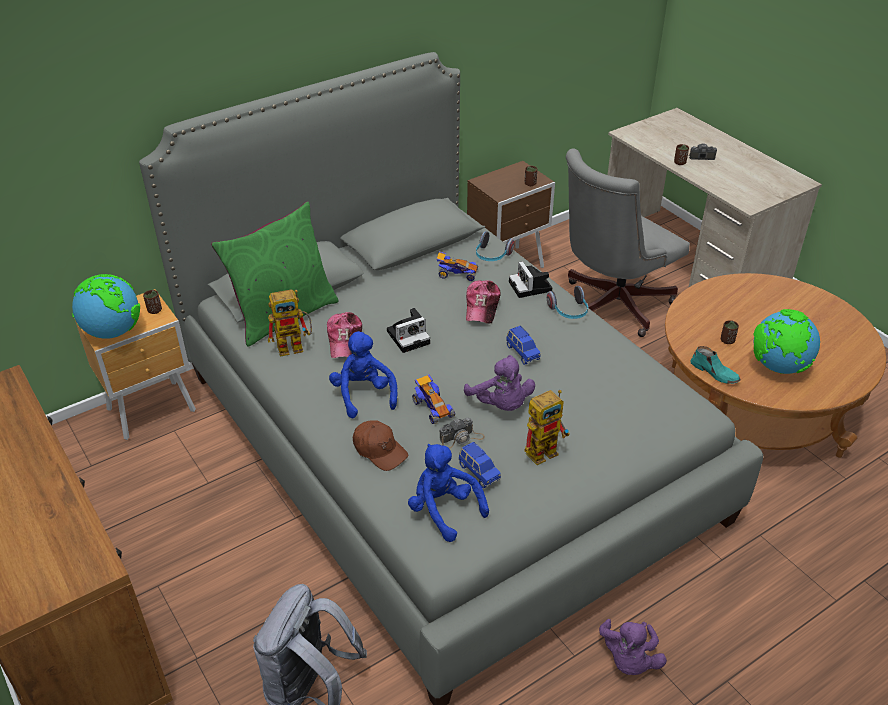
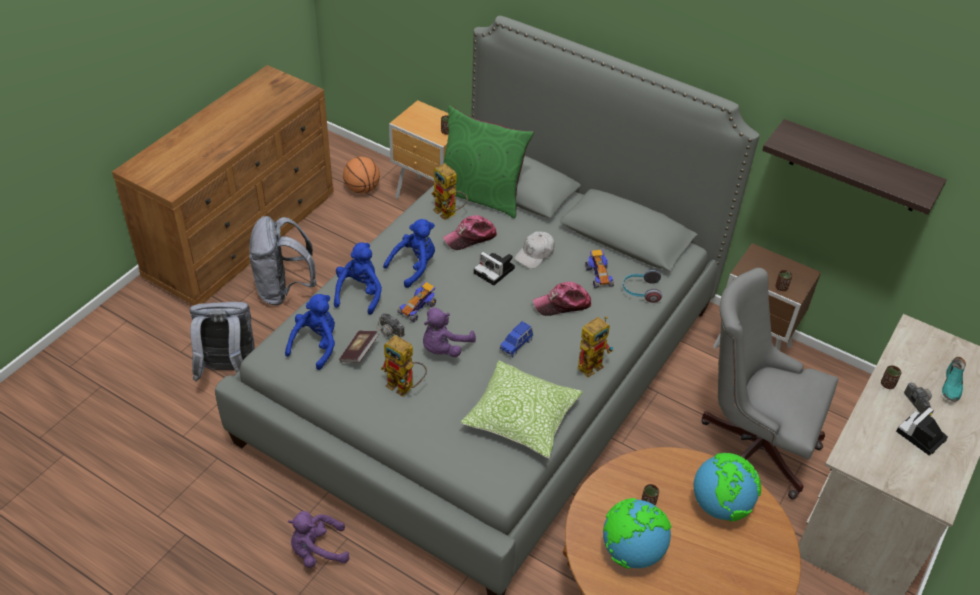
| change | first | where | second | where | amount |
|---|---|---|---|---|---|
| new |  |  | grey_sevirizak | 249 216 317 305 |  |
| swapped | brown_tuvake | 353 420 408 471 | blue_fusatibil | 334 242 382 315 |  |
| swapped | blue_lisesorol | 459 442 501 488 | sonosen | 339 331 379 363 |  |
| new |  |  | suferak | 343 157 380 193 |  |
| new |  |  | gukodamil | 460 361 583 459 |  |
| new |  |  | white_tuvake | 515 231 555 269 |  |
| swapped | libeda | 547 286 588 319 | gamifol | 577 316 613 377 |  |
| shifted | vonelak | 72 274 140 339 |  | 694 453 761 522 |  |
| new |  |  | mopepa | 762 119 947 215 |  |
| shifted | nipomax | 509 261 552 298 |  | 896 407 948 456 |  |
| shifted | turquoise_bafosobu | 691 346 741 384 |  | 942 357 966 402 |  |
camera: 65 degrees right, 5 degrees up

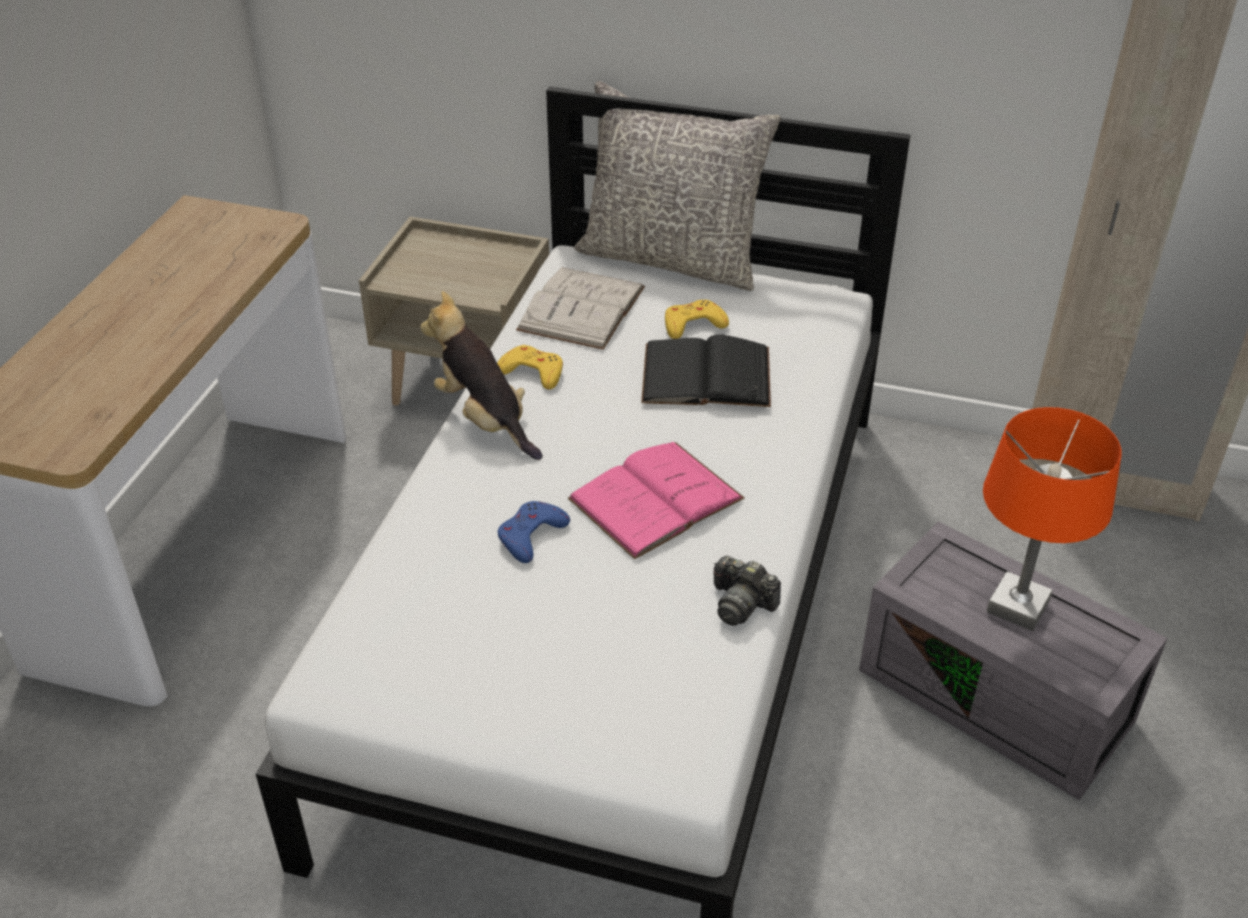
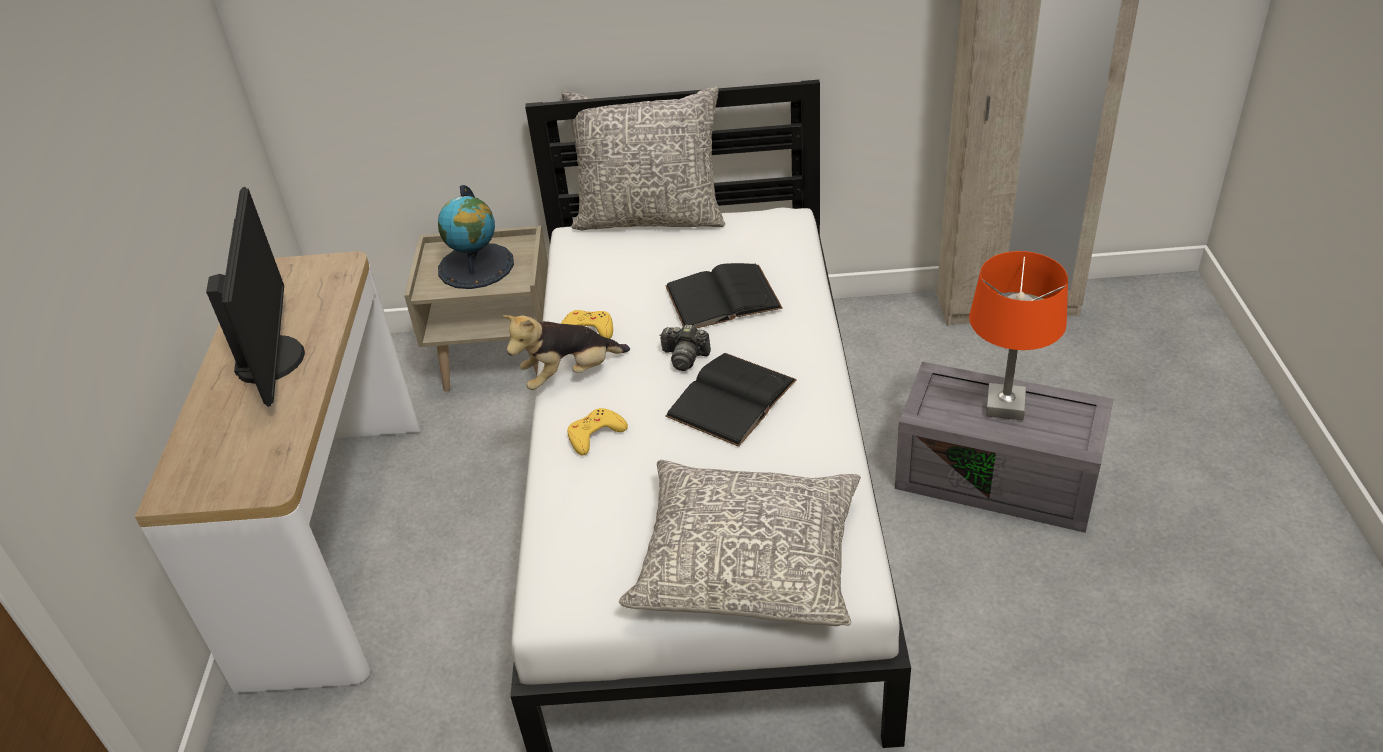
| change | first | where | second | where | amount |
|---|---|---|---|---|---|
| new |  |  | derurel | 206 187 305 407 |  |
| new |  |  | vonelak | 438 185 514 289 |  |
| rotated | fusatibil | 420 291 542 460 |  | 503 315 630 390 | 60 degrees counterclockwise |
| shifted | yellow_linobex | 665 300 729 339 |  | 567 408 628 455 |  |
| new |  |  | grey_gukodamil | 619 460 861 626 |  |
| shifted | nipomax | 713 556 781 626 |  | 659 324 711 371 |  |
| repainted | pink_sonosen | 568 442 745 560 | black_sonosen | 665 353 797 447 |  |
| gone | blue_linobex | 497 501 570 563 |  |  |  |
| gone | white_sonosen | 516 267 645 350 |  |  |  |
camera: 15 degrees left, 0 degrees up

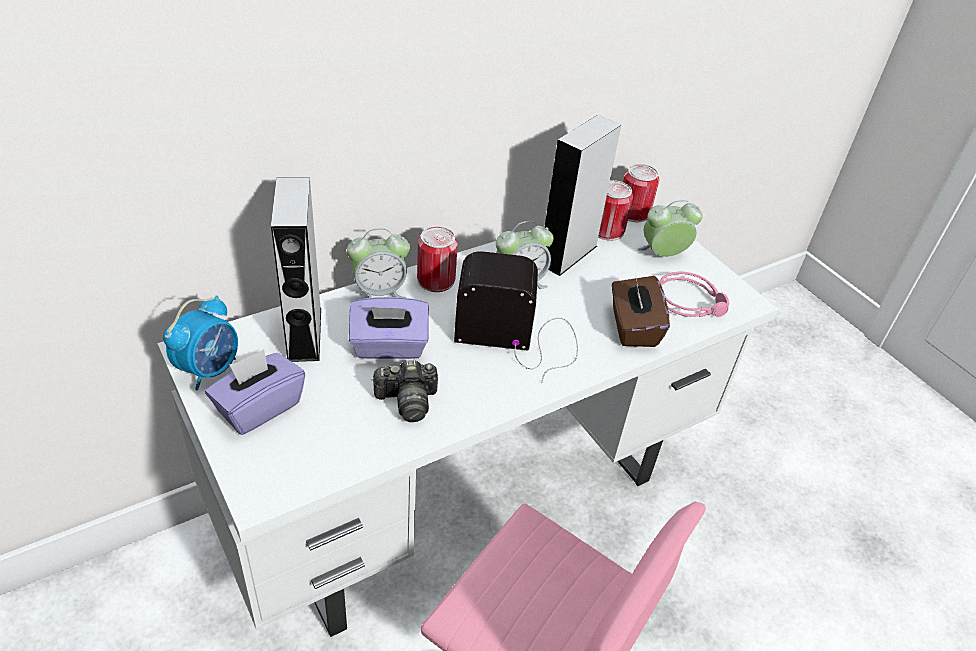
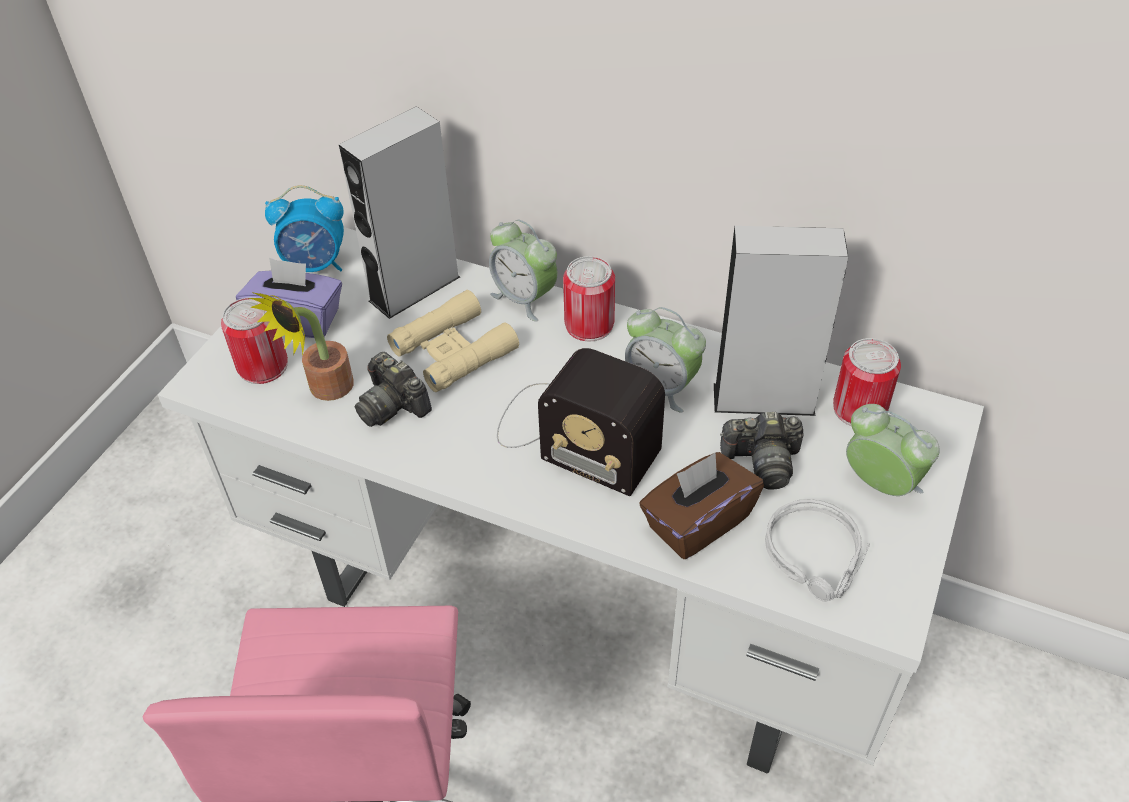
| change | first | where | second | where | amount |
|---|---|---|---|---|---|
| shifted | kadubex | 623 164 659 222 |  | 221 297 288 384 |  |
| new |  |  | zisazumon | 250 292 354 401 |  |
| swapped | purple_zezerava | 349 297 429 359 | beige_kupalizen | 387 290 519 392 |  |
| rotated | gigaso | 454 251 578 383 |  | 497 348 665 496 | 150 degrees clockwise |
| new |  |  | nipomax | 720 412 804 489 |  |
| repainted | pink_libeda | 659 271 729 317 | grey_libeda | 765 499 870 602 |  |
camera: 60 degrees right, 5 degrees up

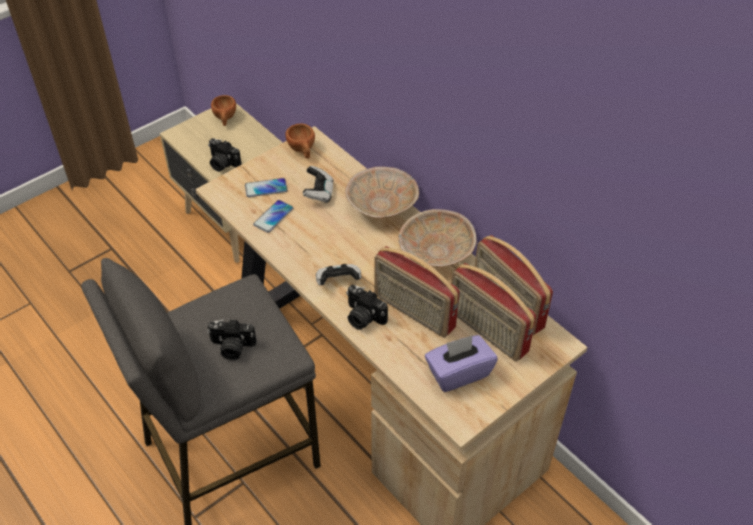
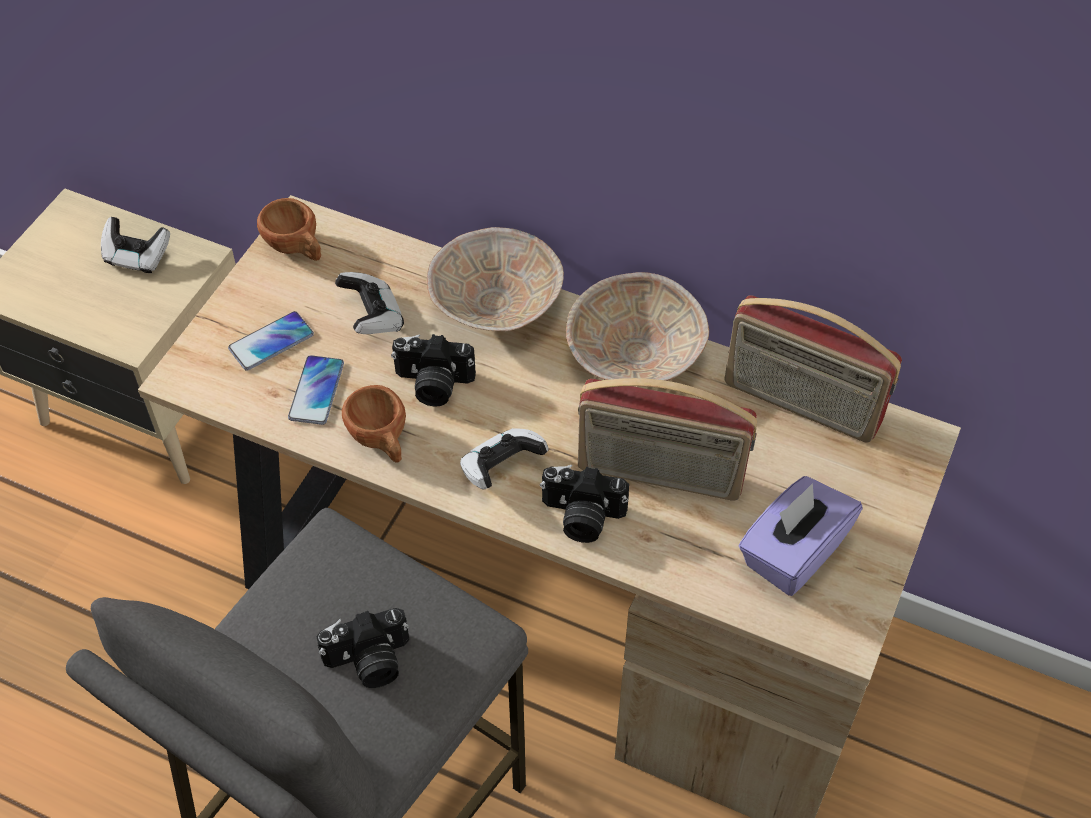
| change | first | where | second | where | amount |
|---|---|---|---|---|---|
| new |  |  | linobex | 101 217 170 273 |  |
| shifted | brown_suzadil | 211 95 236 126 |  | 342 385 406 462 |  |
| shifted | nipomax | 208 138 242 172 |  | 391 334 476 407 |  |
| gone | gigaso | 451 263 536 361 |  |  |  |
camera: 25 degrees left, 5 degrees up

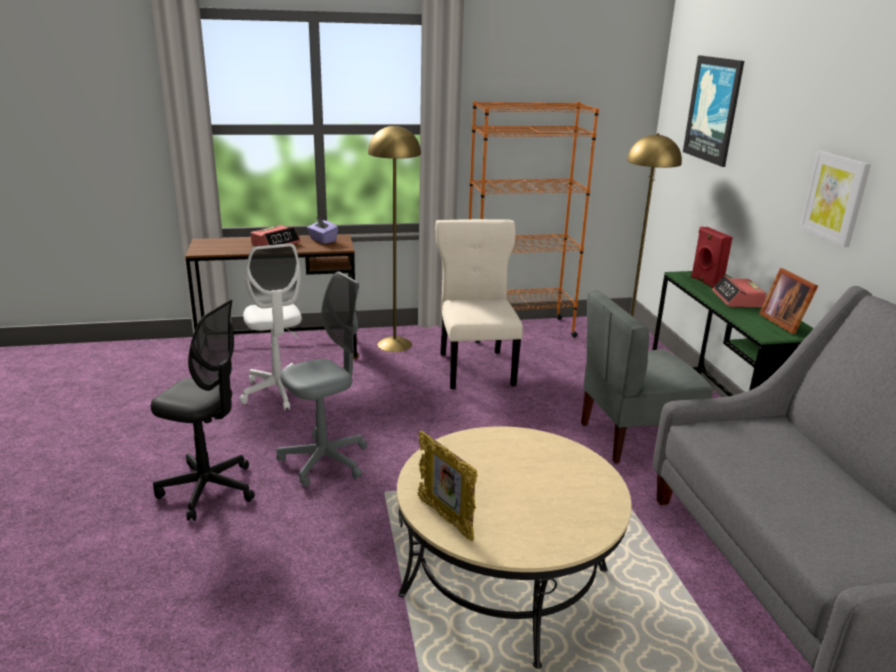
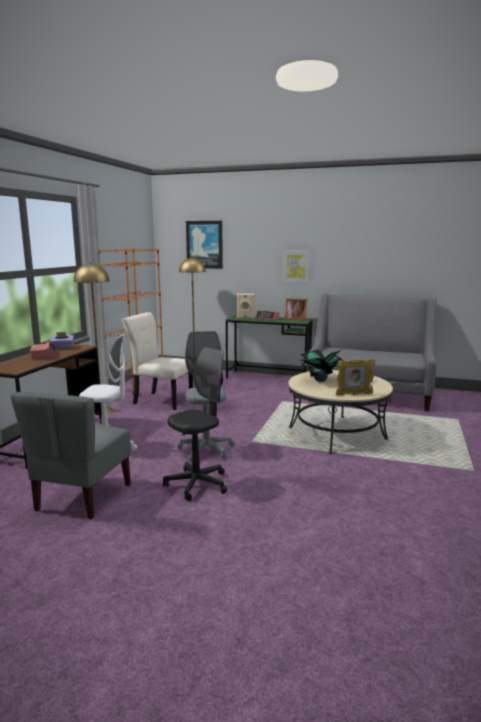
| change | first | where | second | where | amount |
|---|---|---|---|---|---|
| shifted | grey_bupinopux | 581 290 713 464 |  | 10 392 131 519 |  |
| repainted | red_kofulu | 691 227 733 288 | beige_kofulu | 237 293 255 319 |  |
| new |  |  | zisazumon | 298 349 343 382 |  |
camera: 60 degrees left, 10 degrees down

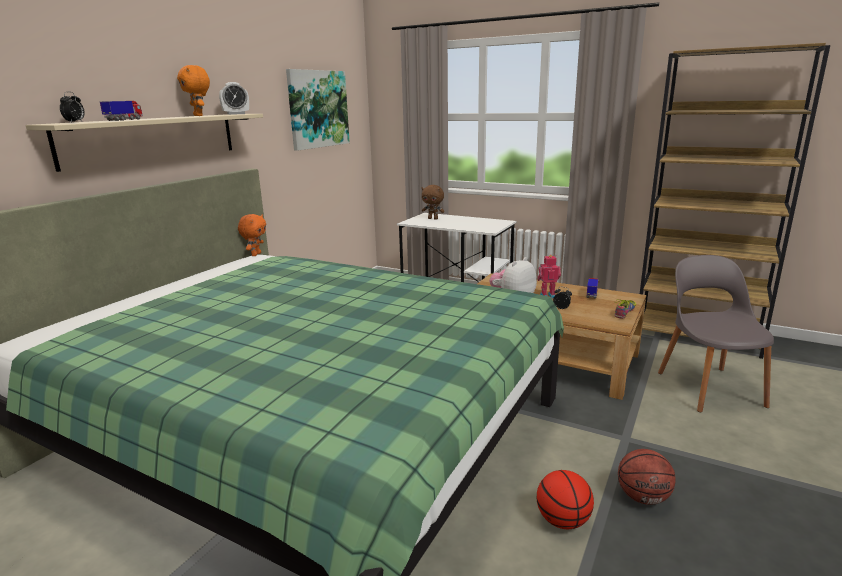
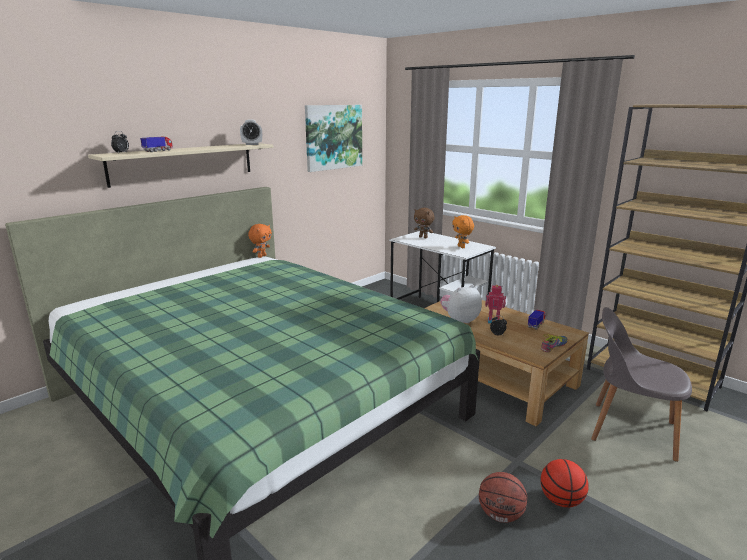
| change | first | where | second | where | amount |
|---|---|---|---|---|---|
| shifted | orange_fusatibil | 177 65 210 116 |  | 452 215 474 248 |  |
| shifted | suferak | 537 470 594 529 |  | 541 459 589 508 |  |
| rotated | grey_bupinopux | 658 255 774 412 |  | 591 307 692 462 | 75 degrees counterclockwise |
camera: 15 degrees right, 0 degrees up

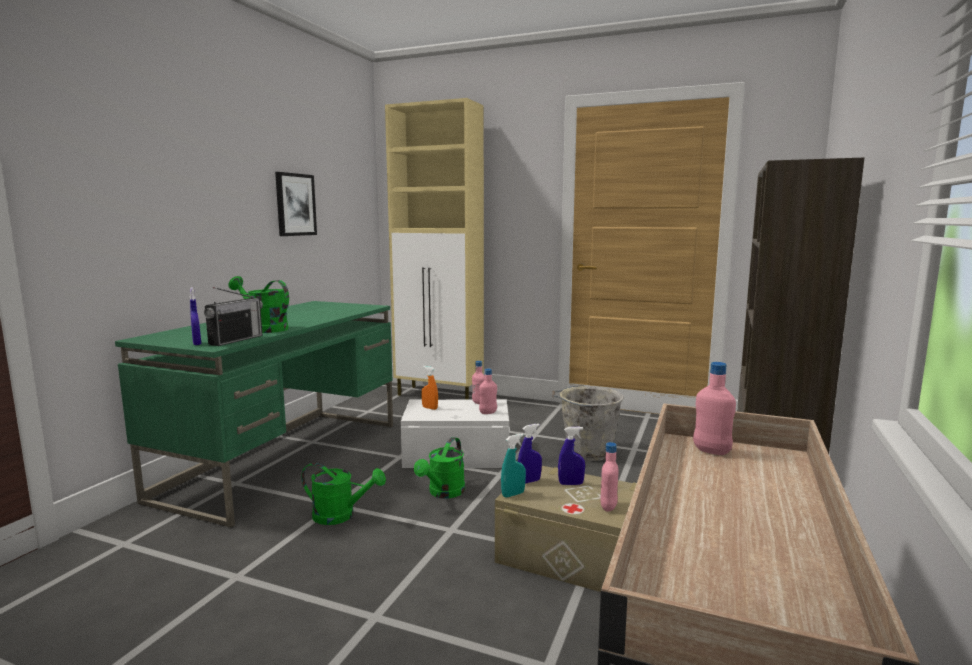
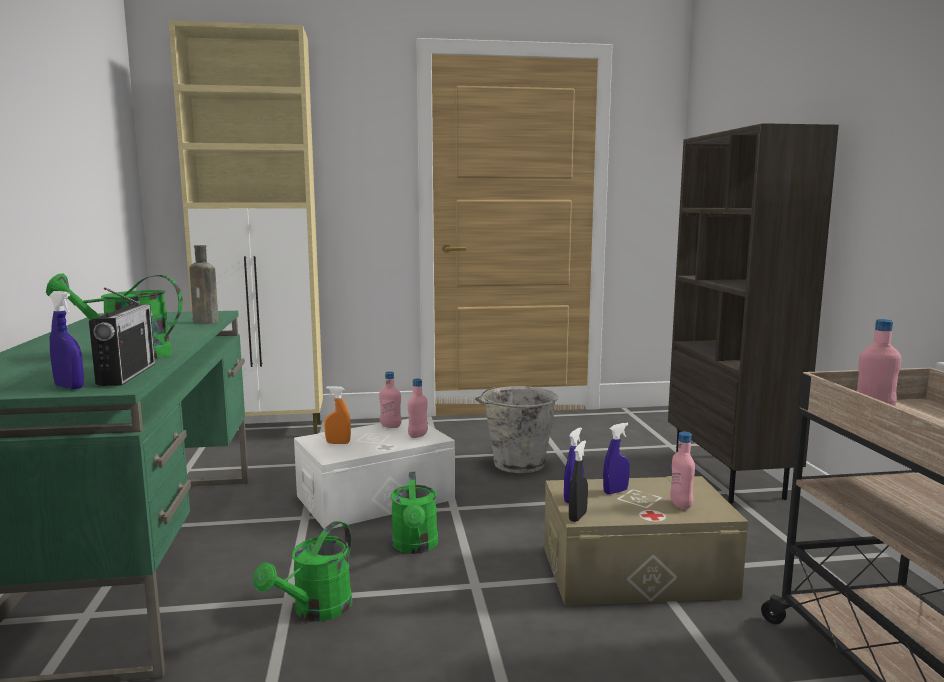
| change | first | where | second | where | amount |
|---|---|---|---|---|---|
| new |  |  | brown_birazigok | 189 245 218 324 |  |
| rotated | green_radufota | 301 463 386 525 |  | 253 521 353 621 | 135 degrees clockwise |
| repainted | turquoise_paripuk | 501 434 526 497 | black_paripuk | 569 441 588 522 |  |
| gone | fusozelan | 275 172 317 236 |  |  |  |
camera: 30 degrees left, 0 degrees up

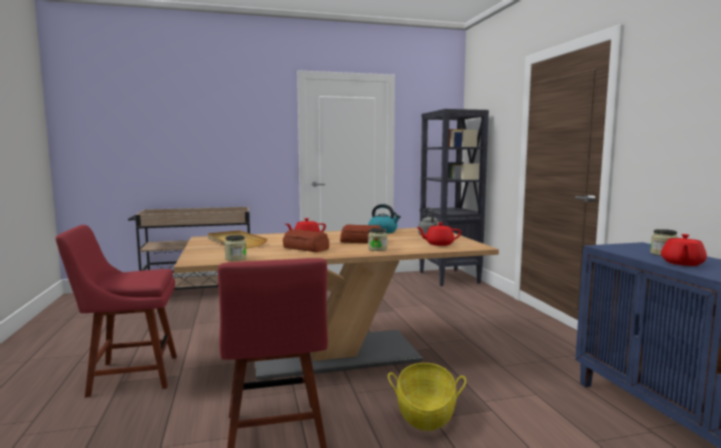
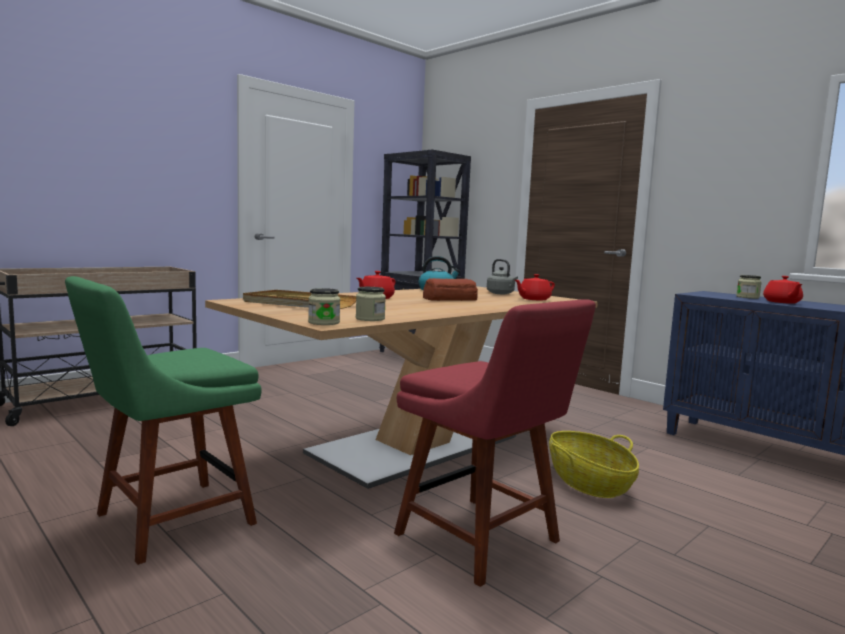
| change | first | where | second | where | amount |
|---|---|---|---|---|---|
| repainted | red_bupinopux | 55 225 177 398 | green_bupinopux | 65 276 262 565 |  |
| shifted | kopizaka | 368 228 387 251 |  | 308 288 340 325 |  |
| gone | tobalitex | 283 229 329 252 |  |  |  |
camera: 30 degrees left, 0 degrees up

